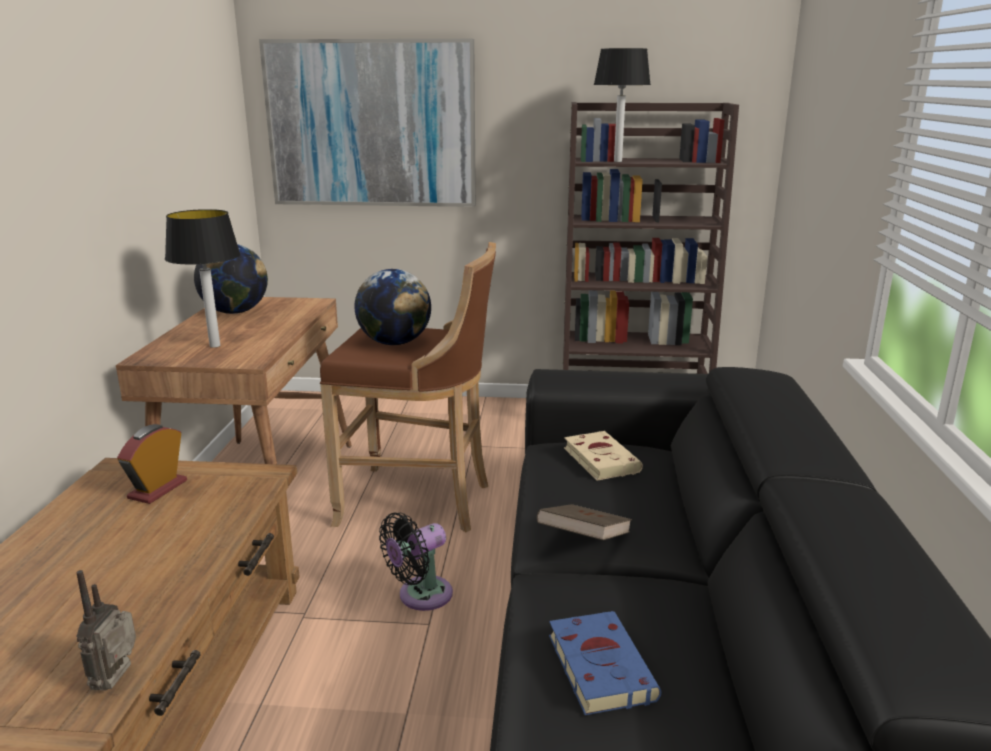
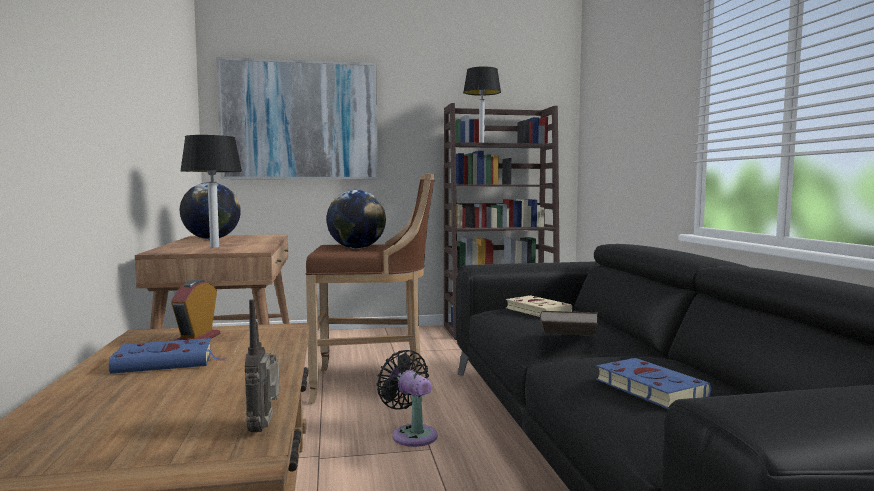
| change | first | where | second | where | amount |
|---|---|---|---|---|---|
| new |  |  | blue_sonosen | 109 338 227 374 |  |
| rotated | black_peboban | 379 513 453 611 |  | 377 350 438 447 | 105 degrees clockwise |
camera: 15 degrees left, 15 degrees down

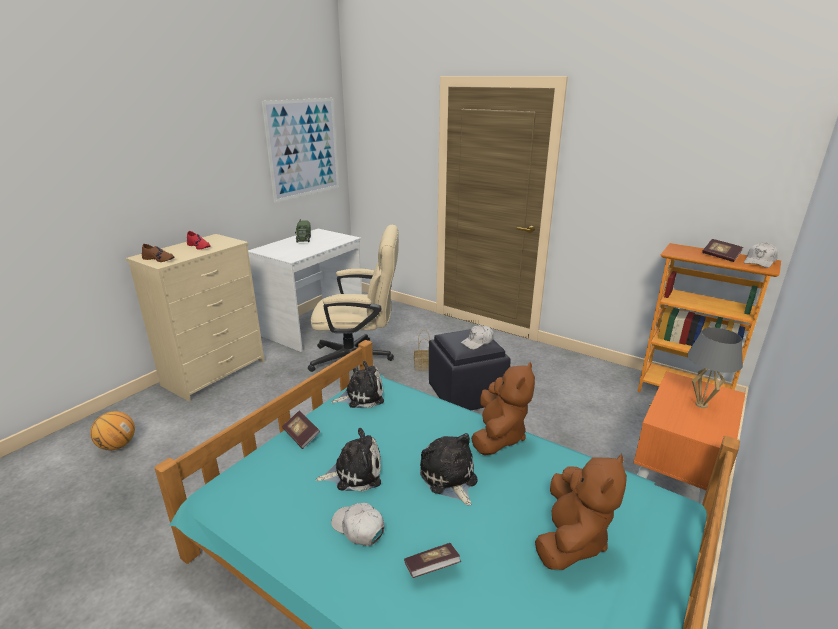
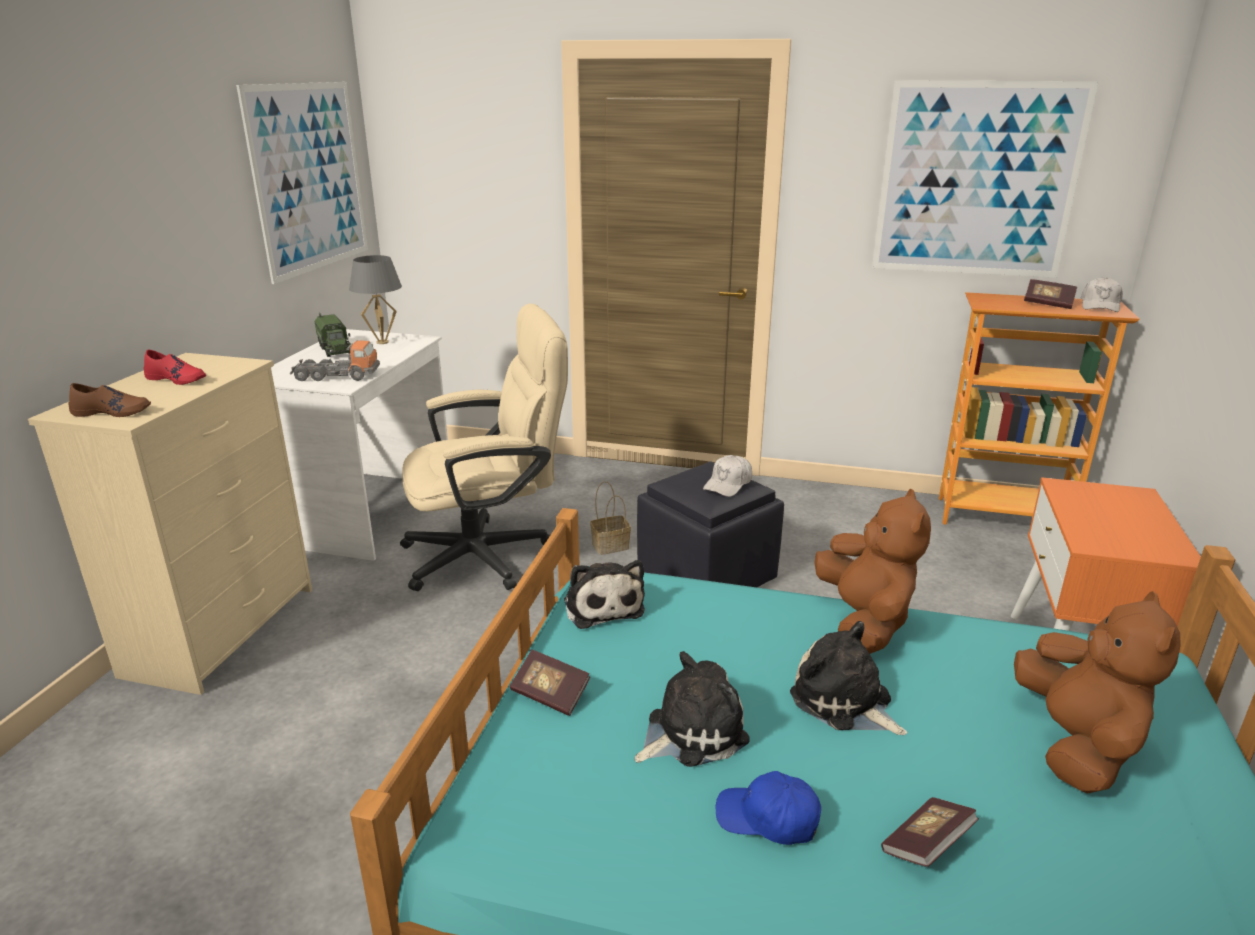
| change | first | where | second | where | amount |
|---|---|---|---|---|---|
| new |  |  | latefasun | 290 340 380 381 |  |
| shifted | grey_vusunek | 687 327 743 408 |  | 349 255 402 344 |  |
| rotated | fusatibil | 331 361 384 408 |  | 564 560 645 629 | 105 degrees clockwise |
| repainted | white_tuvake | 331 503 385 546 | blue_tuvake | 716 771 821 845 |  |
| new |  |  | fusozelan | 872 80 1099 278 |  |
| gone | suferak | 90 411 135 450 |  |  |  |
camera: 20 degrees left, 0 degrees up

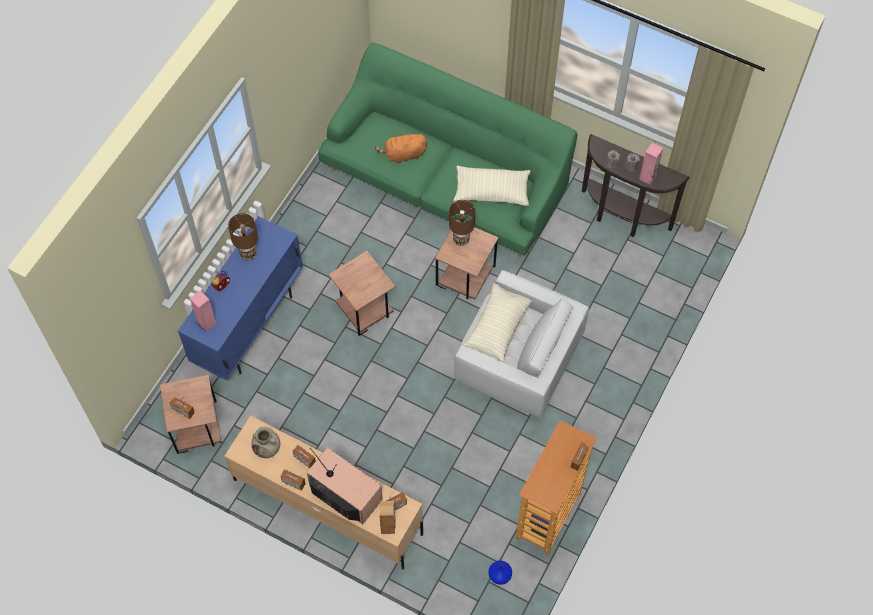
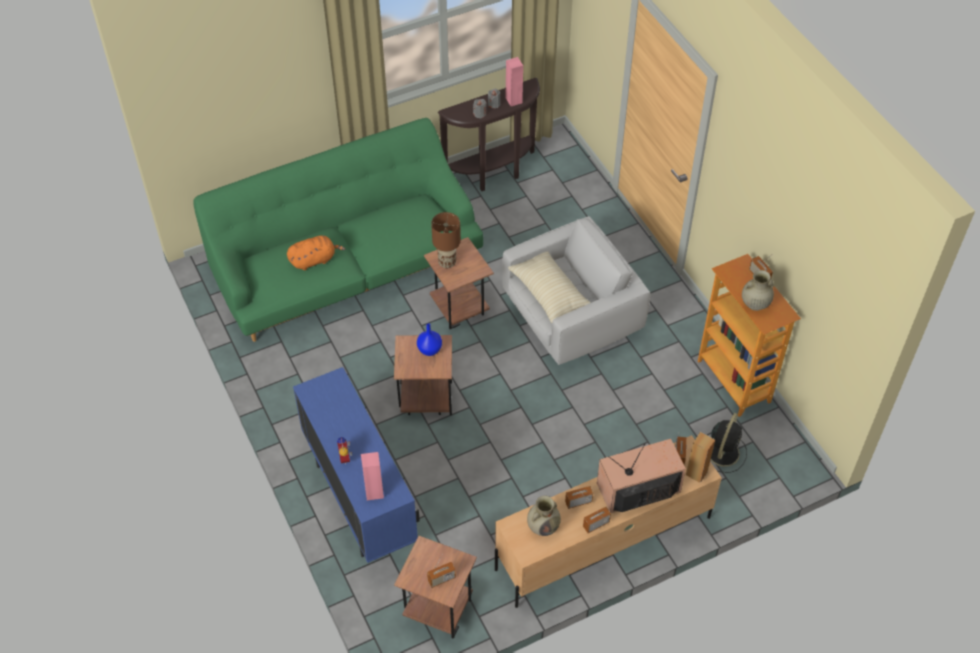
| change | first | where | second | where | amount |
|---|---|---|---|---|---|
| rotated | orange_fusatibil | 375 132 427 164 |  | 287 235 346 270 | 135 degrees counterclockwise |
| shifted | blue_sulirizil | 488 560 512 585 |  | 417 323 442 356 |  |
| new |  |  | black_peboban | 707 413 747 473 |  |
| new |  |  | beige_sulirizil | 742 270 774 311 |  |
| gone | brown_vusunek | 228 213 258 260 |  |  |  |
| gone | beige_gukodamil | 453 166 531 206 |  |  |  |
camera: 55 degrees left, 10 degrees down

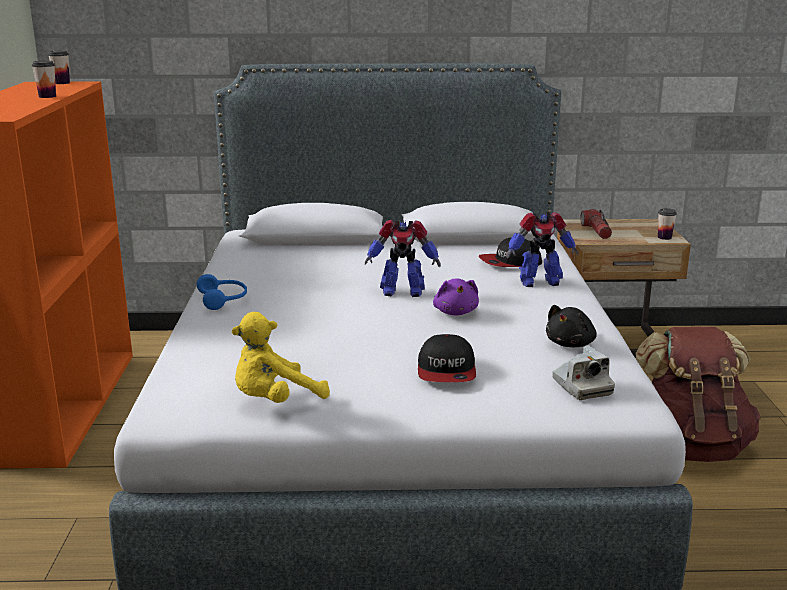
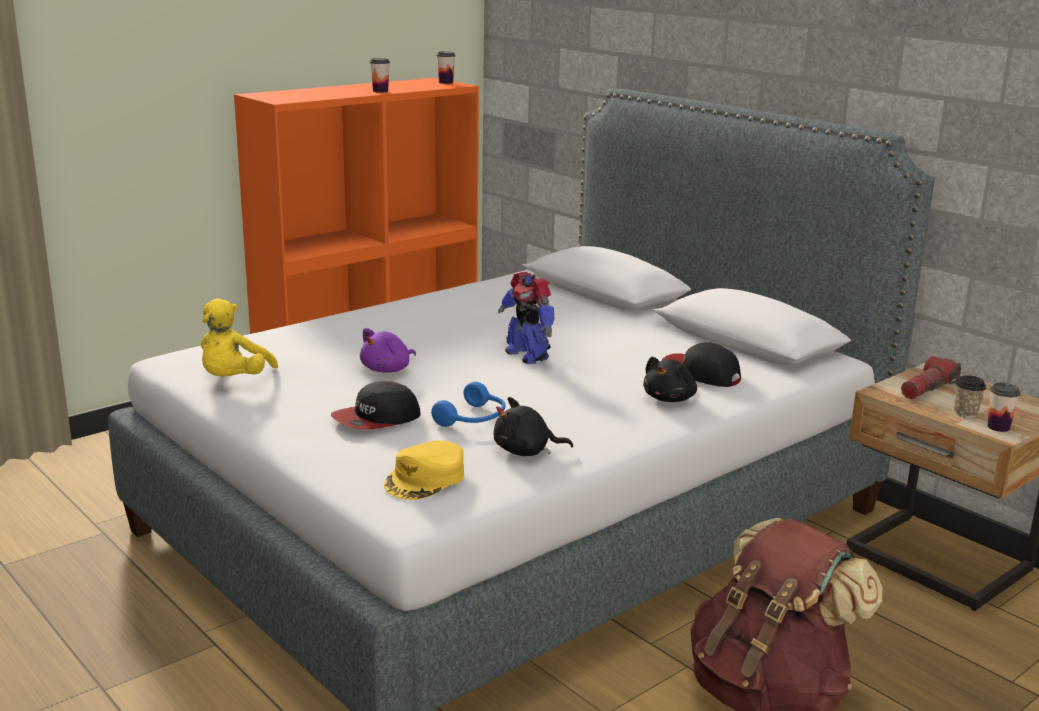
| change | first | where | second | where | amount |
|---|---|---|---|---|---|
| rotated | yellow_fusatibil | 231 312 330 403 |  | 201 299 278 377 | 90 degrees counterclockwise |
| shifted | purple_fusatibil | 433 278 479 316 |  | 360 328 416 373 |  |
| swapped | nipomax | 552 345 615 400 | yellow_tuvake | 384 440 464 500 |  |
| shifted | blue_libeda | 197 274 247 310 |  | 431 382 505 427 |  |
| swapped | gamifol | 506 212 578 287 | black_fusatibil | 643 357 697 402 |  |
| new |  |  | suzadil | 954 375 986 418 |  |
camera: 50 degrees right, 0 degrees up

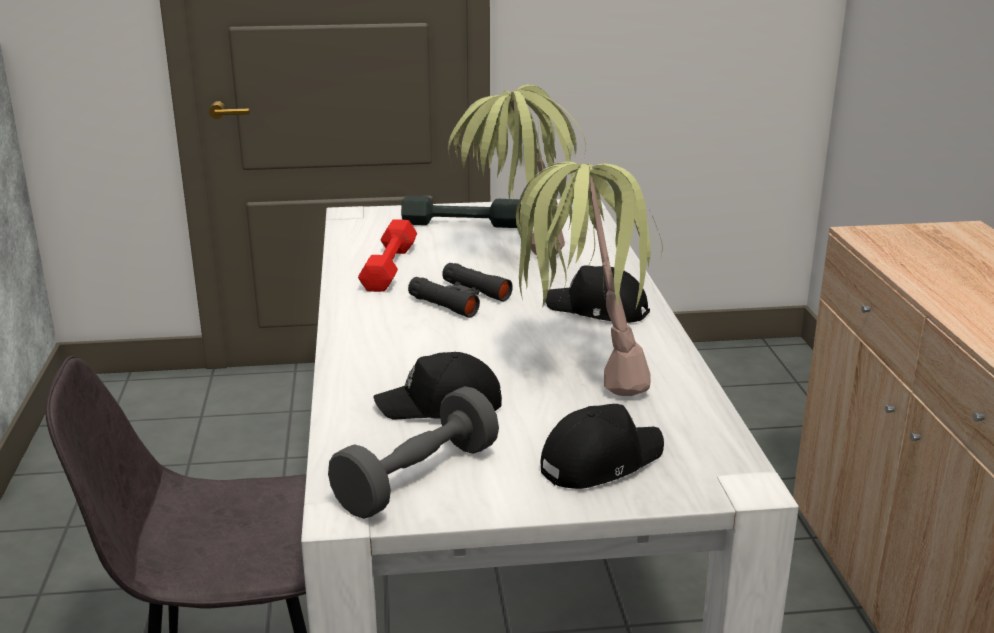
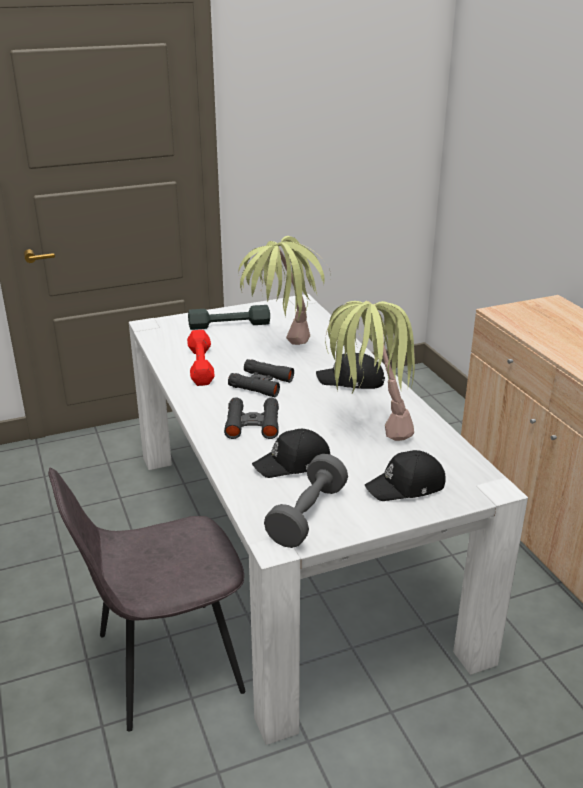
| change | first | where | second | where | amount |
|---|---|---|---|---|---|
| new |  |  | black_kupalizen | 224 397 279 439 |  |
| rotated | black_tuvake | 541 404 664 489 |  | 365 450 446 501 | 150 degrees counterclockwise |
camera: 15 degrees left, 5 degrees up

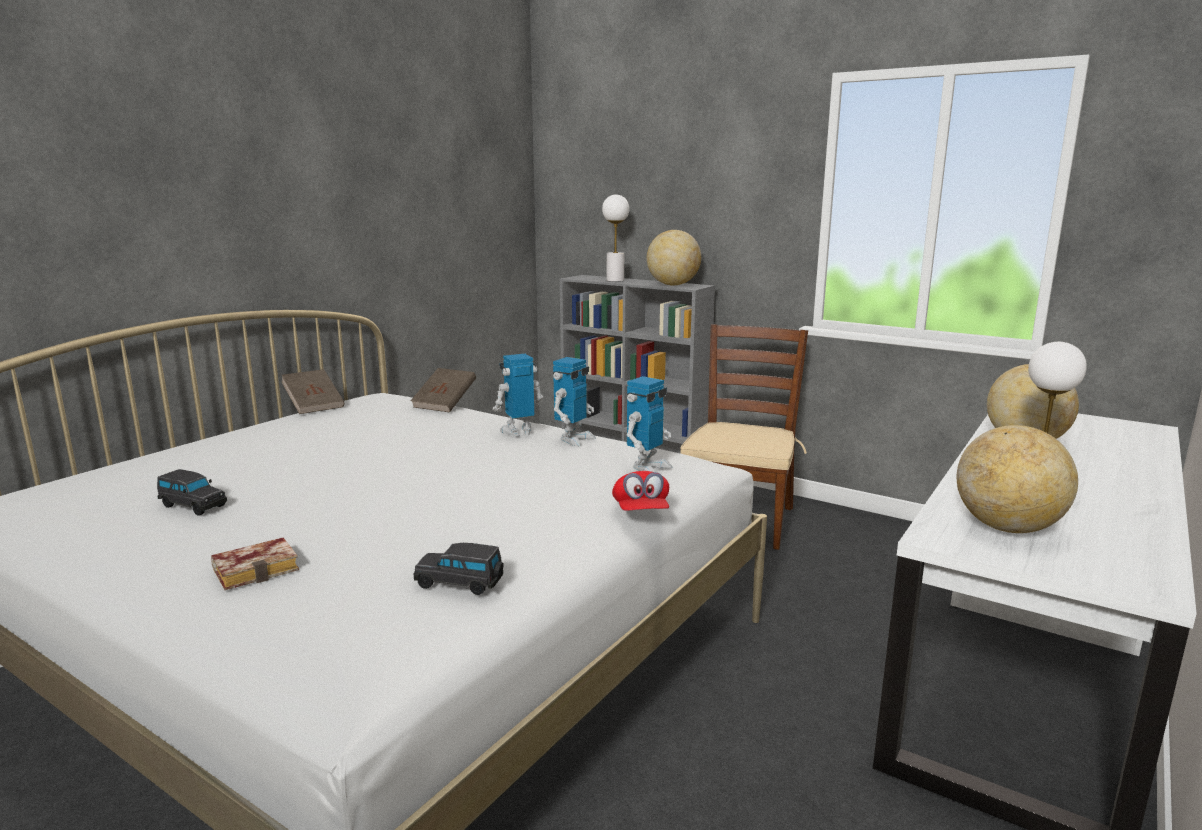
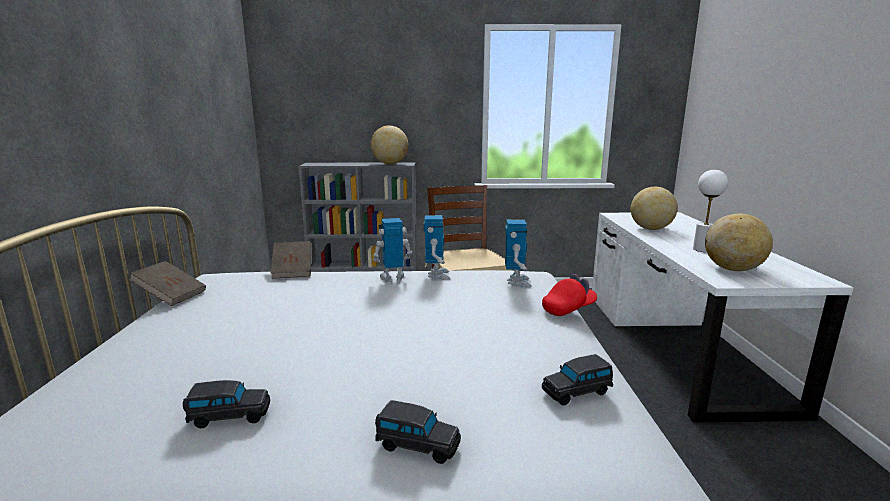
| change | first | where | second | where | amount |
|---|---|---|---|---|---|
| rotated | gamifol | 493 354 543 437 |  | 373 218 412 283 | 45 degrees clockwise |
| swapped | sonosen | 211 537 299 590 | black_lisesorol | 375 400 461 464 |  |
| rotated | red_tuvake | 612 471 669 511 |  | 542 274 597 316 | 75 degrees counterclockwise |
| gone | white_vusunek | 602 194 629 282 |  |  |  |
camera: 35 degrees left, 0 degrees up

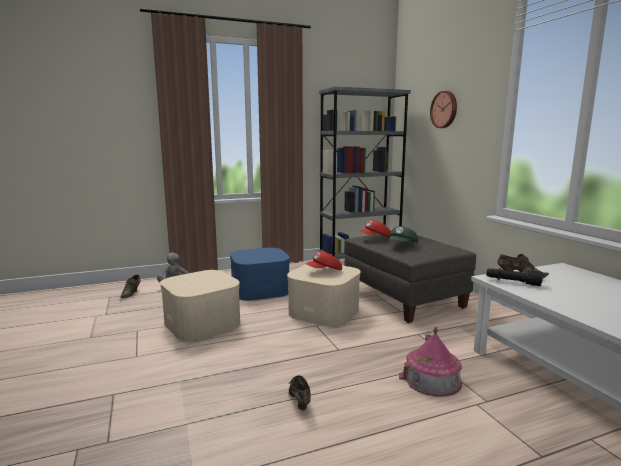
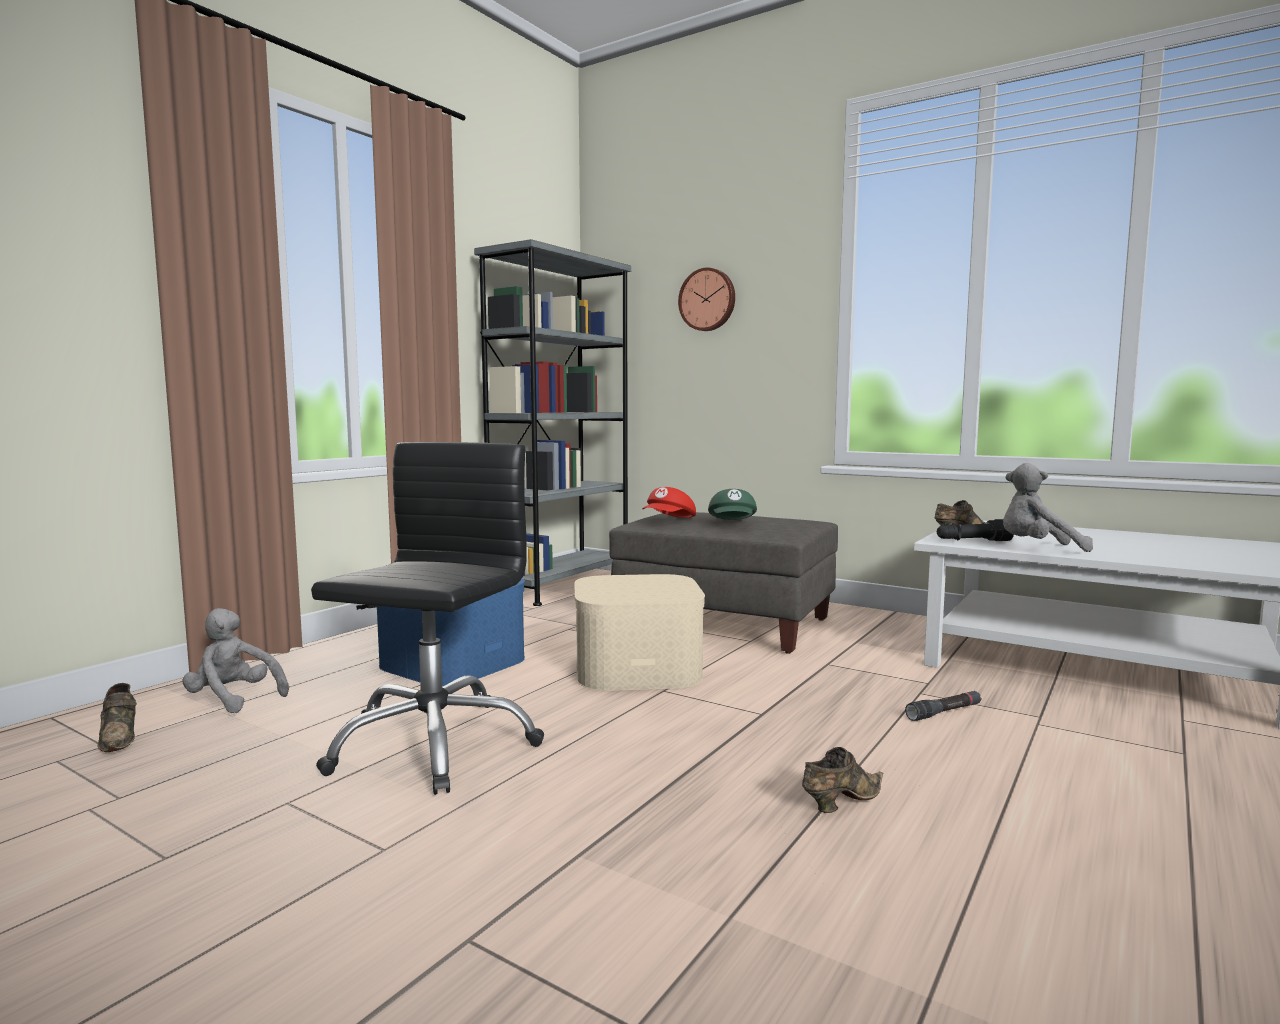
| change | first | where | second | where | amount |
|---|---|---|---|---|---|
| swapped | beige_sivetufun | 160 270 241 341 | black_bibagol | 311 442 544 795 |  |
| rotated | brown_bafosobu | 289 375 311 410 |  | 802 747 883 813 | 105 degrees clockwise |
| swapped | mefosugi | 399 327 462 396 | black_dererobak | 905 691 981 721 |  |
| new |  |  | grey_fusatibil | 1003 463 1093 552 |  |
| gone | red_tuvake | 306 251 342 270 |  |  |  |
camera: 35 degrees left, 5 degrees down

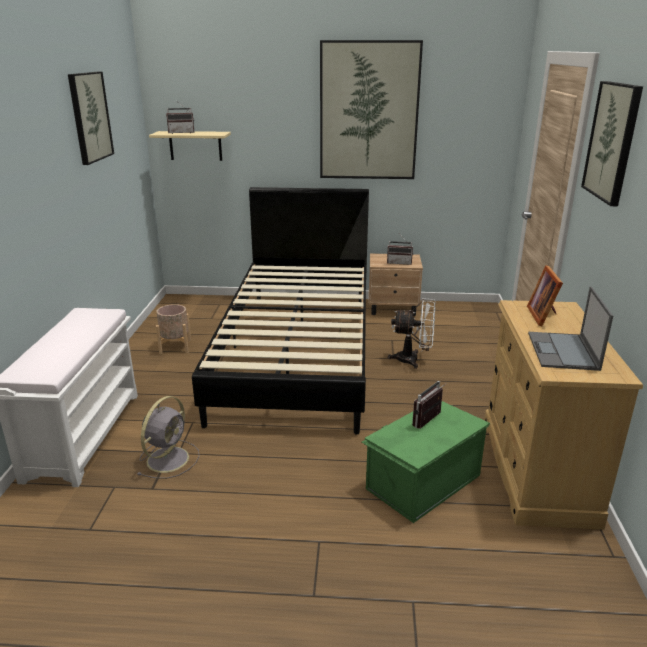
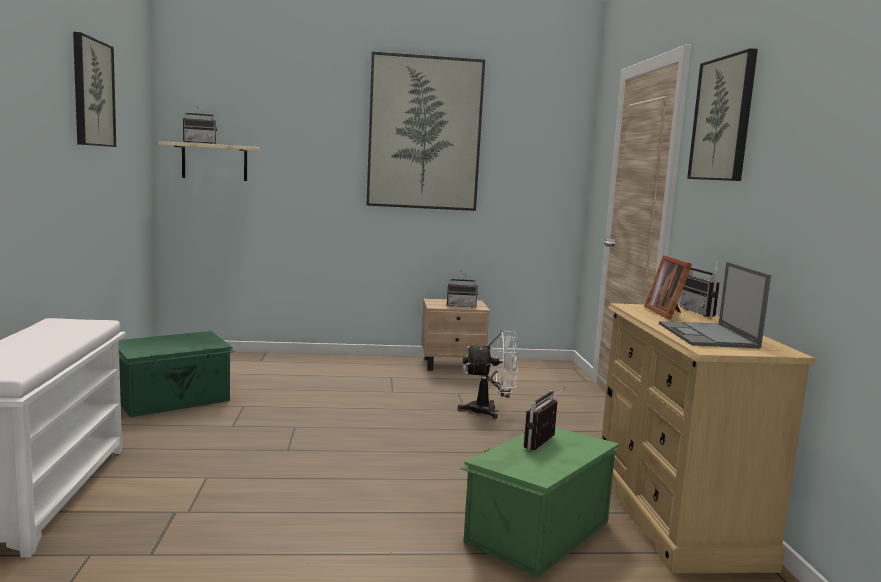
| change | first | where | second | where | amount |
|---|---|---|---|---|---|
| swapped | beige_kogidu | 156 304 191 354 | green_sivetufun | 119 331 235 417 |  |
| new |  |  | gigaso | 680 261 720 317 |  |
| gone | grey_peboban | 138 396 199 479 |  |  |  |
| gone | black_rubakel | 192 187 369 435 |  |  |  |
camera: 10 degrees left, 15 degrees down

